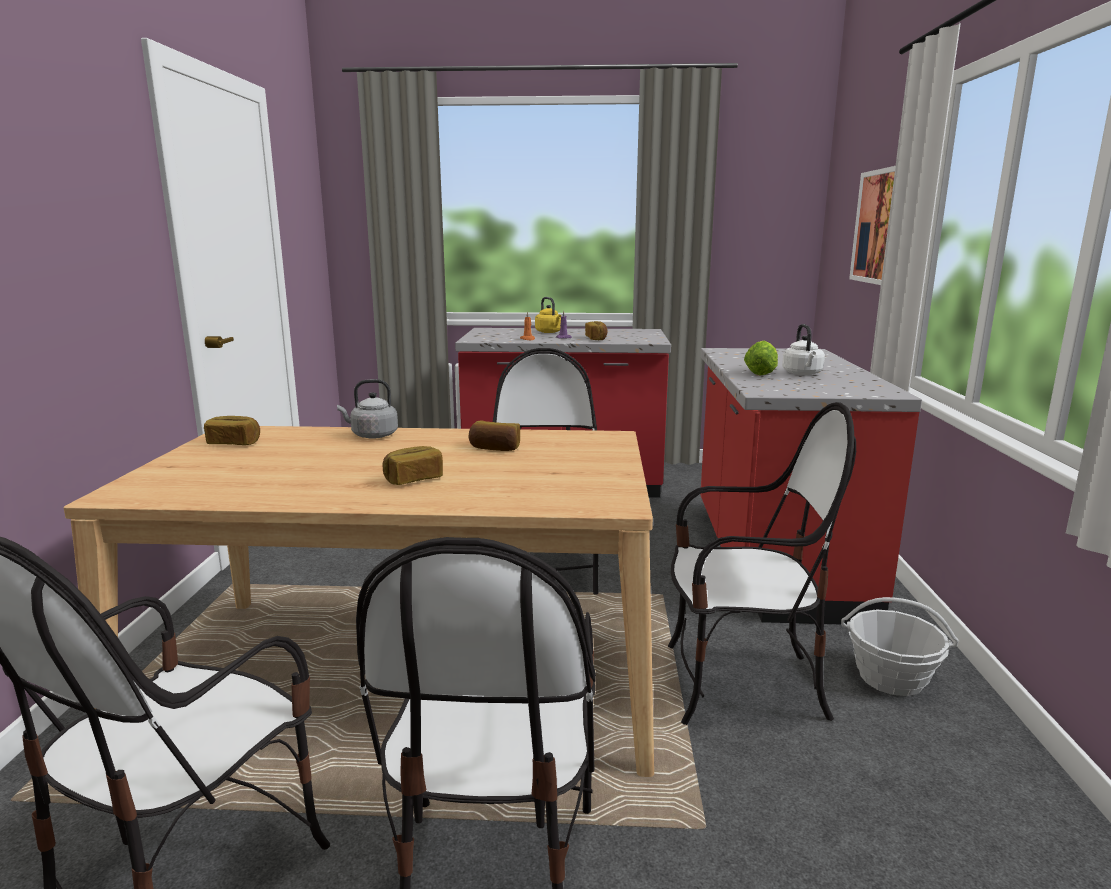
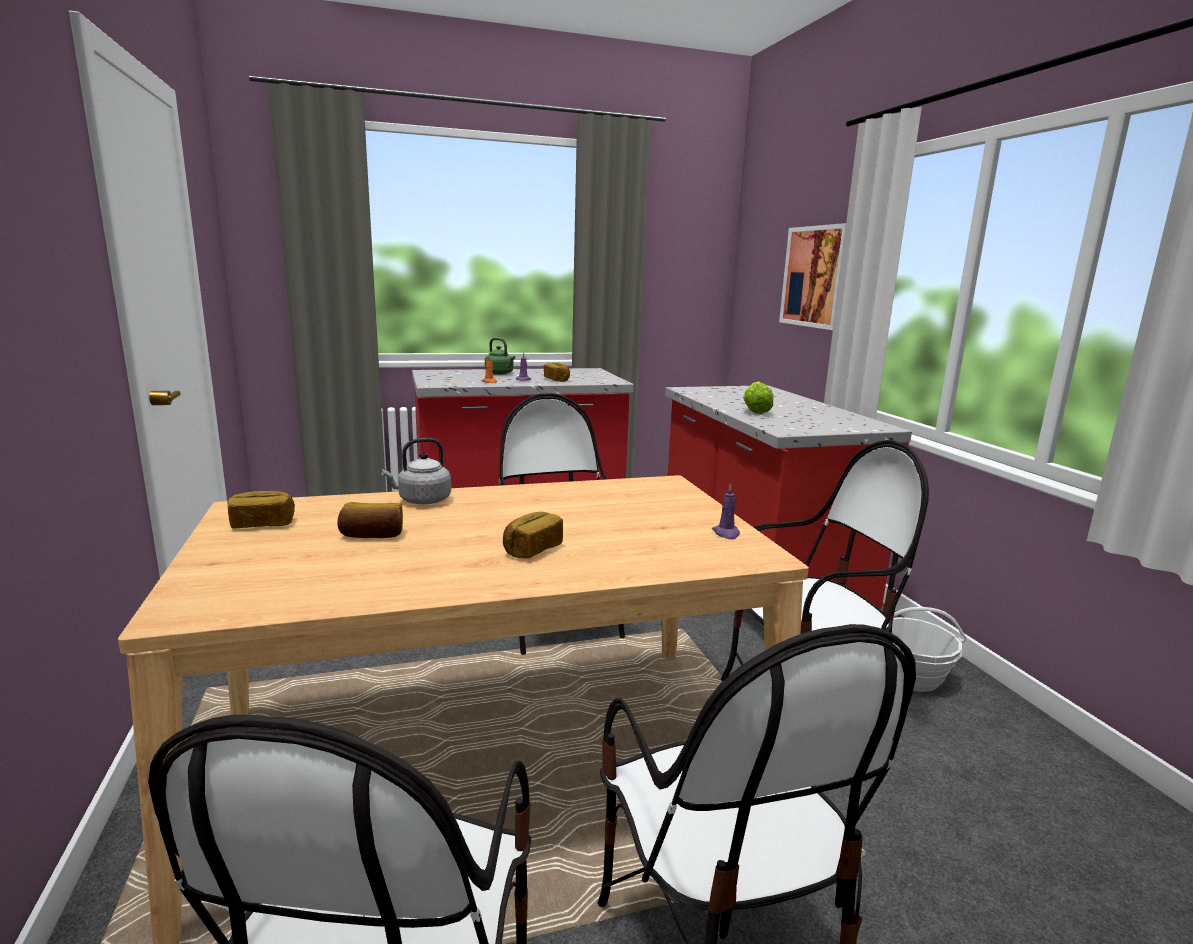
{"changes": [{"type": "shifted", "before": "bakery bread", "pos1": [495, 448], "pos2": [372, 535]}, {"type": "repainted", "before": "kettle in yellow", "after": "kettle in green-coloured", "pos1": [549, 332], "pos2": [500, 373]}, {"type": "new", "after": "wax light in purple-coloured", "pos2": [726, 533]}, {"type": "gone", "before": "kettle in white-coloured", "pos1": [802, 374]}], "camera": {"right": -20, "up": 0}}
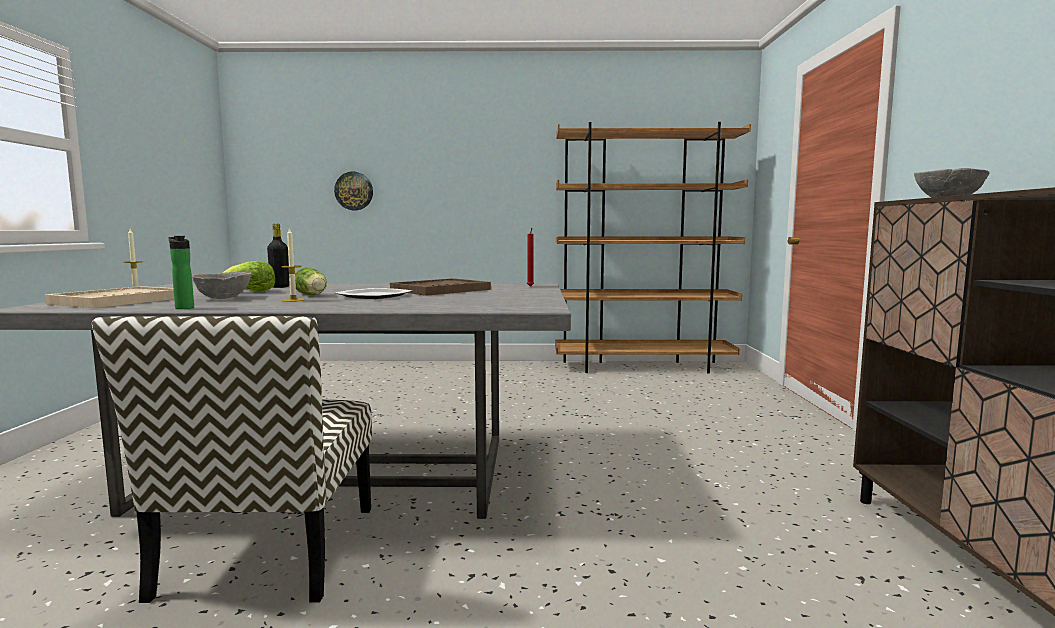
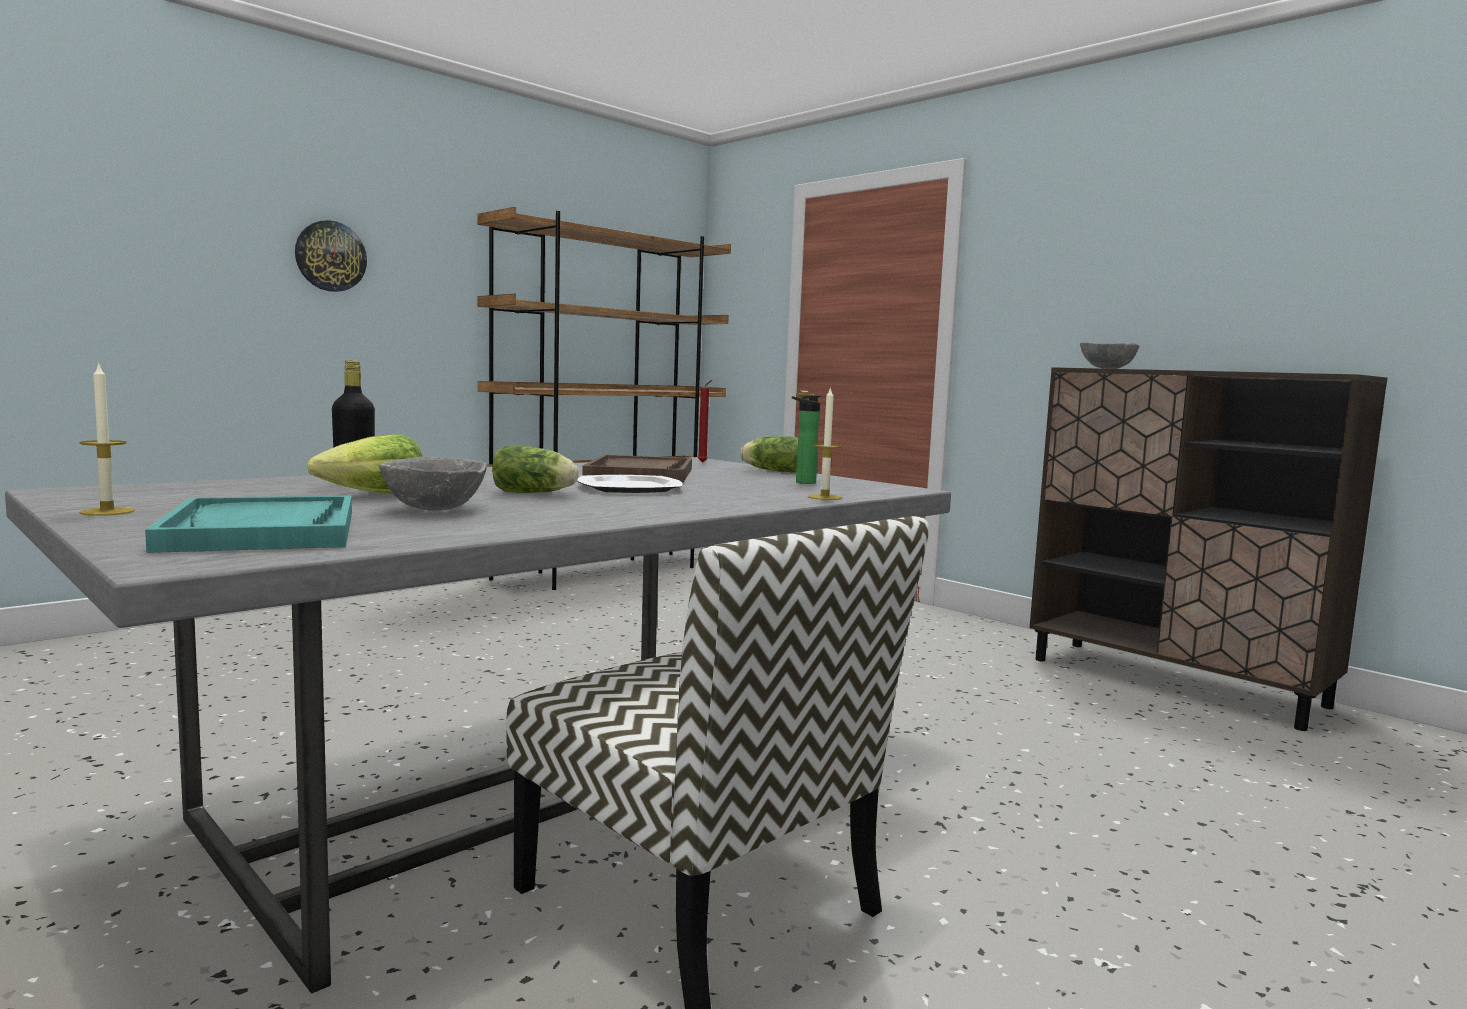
{"changes": [{"type": "repainted", "before": "serving tray in beige", "after": "serving tray in turquoise", "pos1": [119, 300], "pos2": [263, 530]}, {"type": "shifted", "before": "wall clock", "pos1": [354, 191], "pos2": [330, 256]}, {"type": "new", "after": "lettuce head", "pos2": [771, 471]}, {"type": "shifted", "before": "beverage bottle", "pos1": [183, 308], "pos2": [802, 482]}, {"type": "shifted", "before": "wax light", "pos1": [293, 300], "pos2": [824, 497]}], "camera": {"right": -45, "up": 0}}
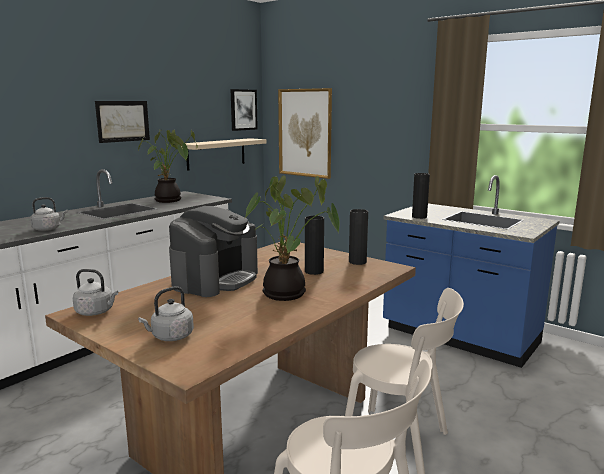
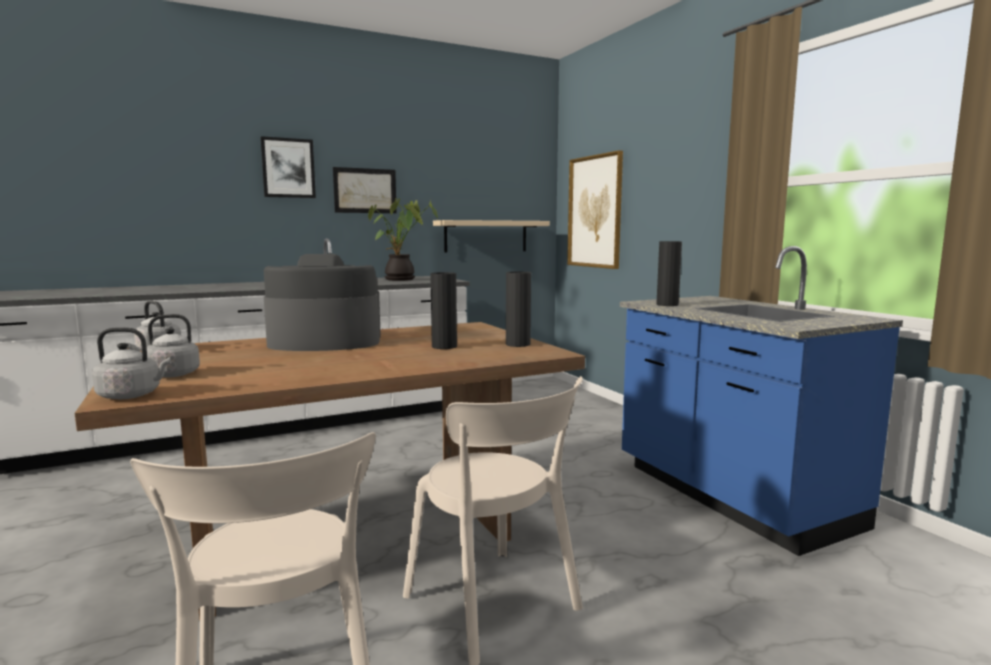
{"changes": [{"type": "shifted", "before": "kettle in grey", "pos1": [48, 229], "pos2": [132, 395]}, {"type": "shifted", "before": "picture", "pos1": [243, 109], "pos2": [288, 168]}, {"type": "rotated", "before": "coffee maker", "pos1": [216, 279], "pos2": [325, 342], "turn": -150}, {"type": "gone", "before": "houseplant", "pos1": [288, 294]}], "camera": {"right": 25, "up": -5}}
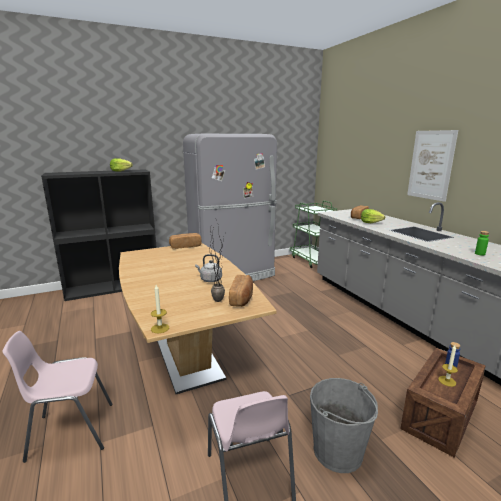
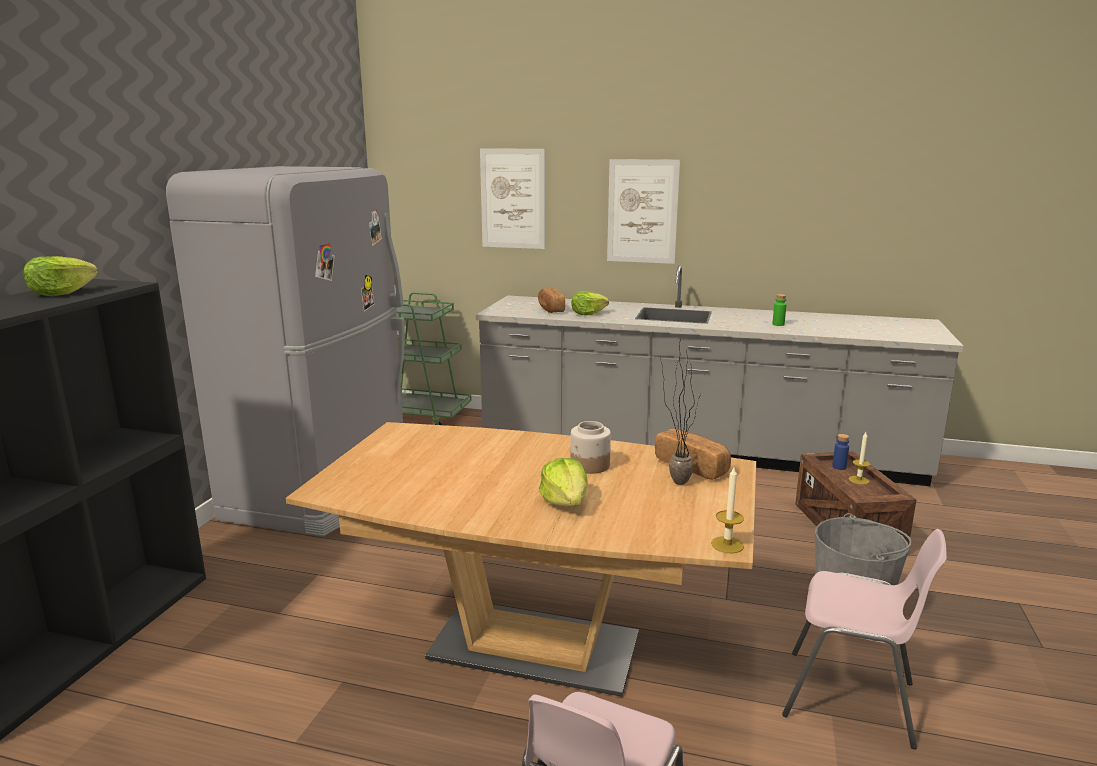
{"changes": [{"type": "new", "after": "picture", "pos2": [513, 199]}, {"type": "new", "after": "lettuce head", "pos2": [565, 502]}, {"type": "swapped", "before": "kettle in grey", "after": "jar", "pos1": [210, 280], "pos2": [590, 465]}, {"type": "gone", "before": "bakery bread", "pos1": [185, 246]}], "camera": {"right": -50, "up": 0}}
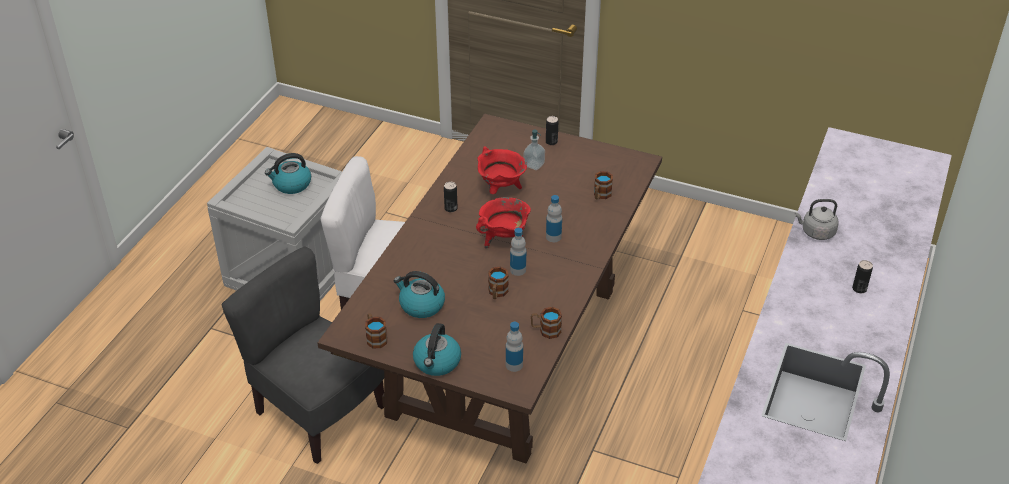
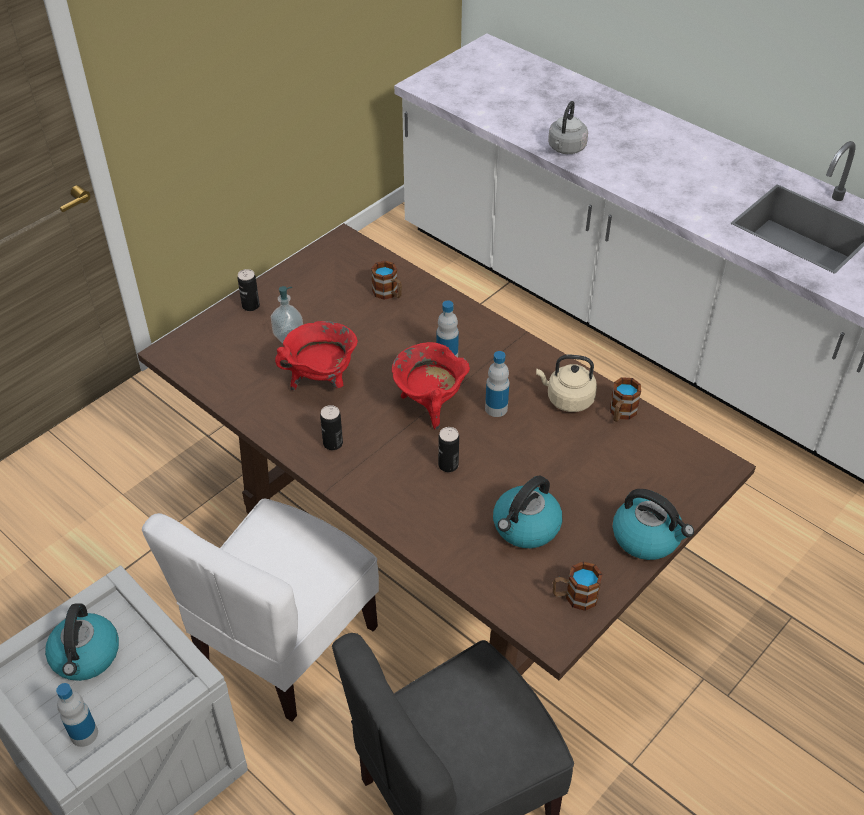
{"changes": [{"type": "shifted", "before": "beverage bottle", "pos1": [514, 365], "pos2": [84, 734]}, {"type": "shifted", "before": "can", "pos1": [859, 289], "pos2": [448, 465]}, {"type": "new", "after": "kettle in beige", "pos2": [567, 399]}, {"type": "gone", "before": "tea mug", "pos1": [497, 293]}], "camera": {"right": -70, "up": 5}}
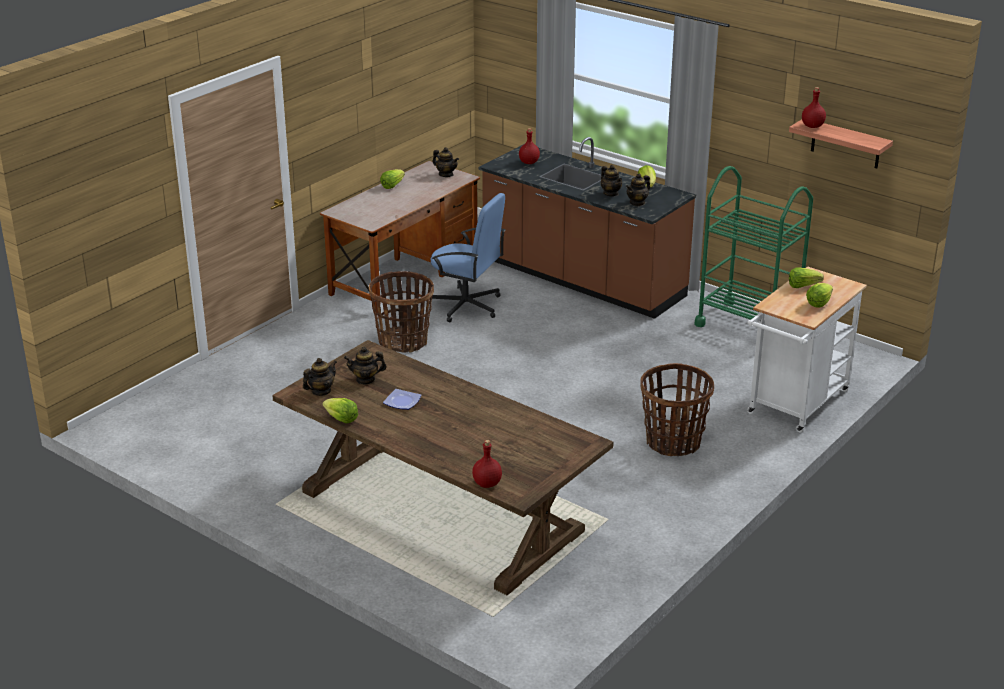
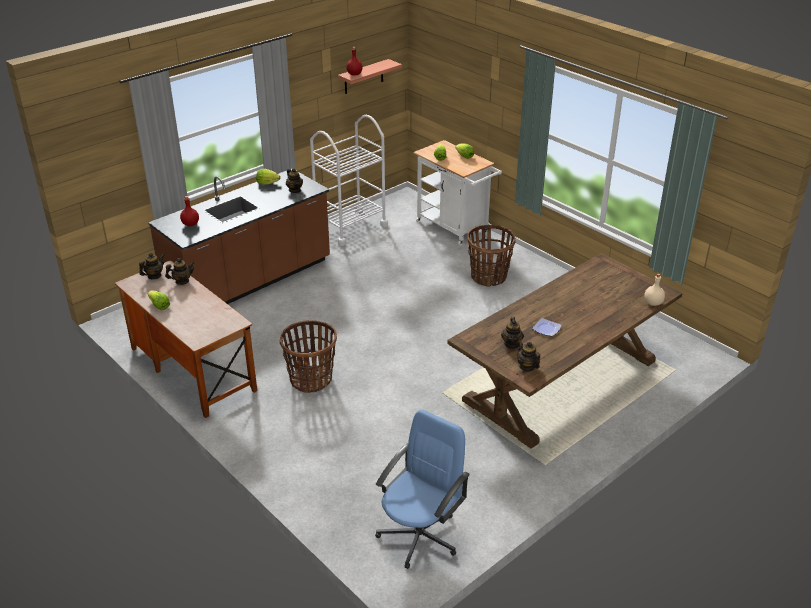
{"changes": [{"type": "shifted", "before": "teapot", "pos1": [611, 193], "pos2": [182, 281]}, {"type": "repainted", "before": "wheeled cart in green-coloured", "after": "wheeled cart in white-coloured", "pos1": [748, 325], "pos2": [350, 227]}, {"type": "shifted", "before": "office chair in blue", "pos1": [466, 306], "pos2": [420, 535]}, {"type": "repainted", "before": "beverage bottle in reddish", "after": "beverage bottle in beige", "pos1": [487, 484], "pos2": [653, 303]}, {"type": "gone", "before": "lettuce head", "pos1": [341, 419]}], "camera": {"right": -80, "up": 5}}
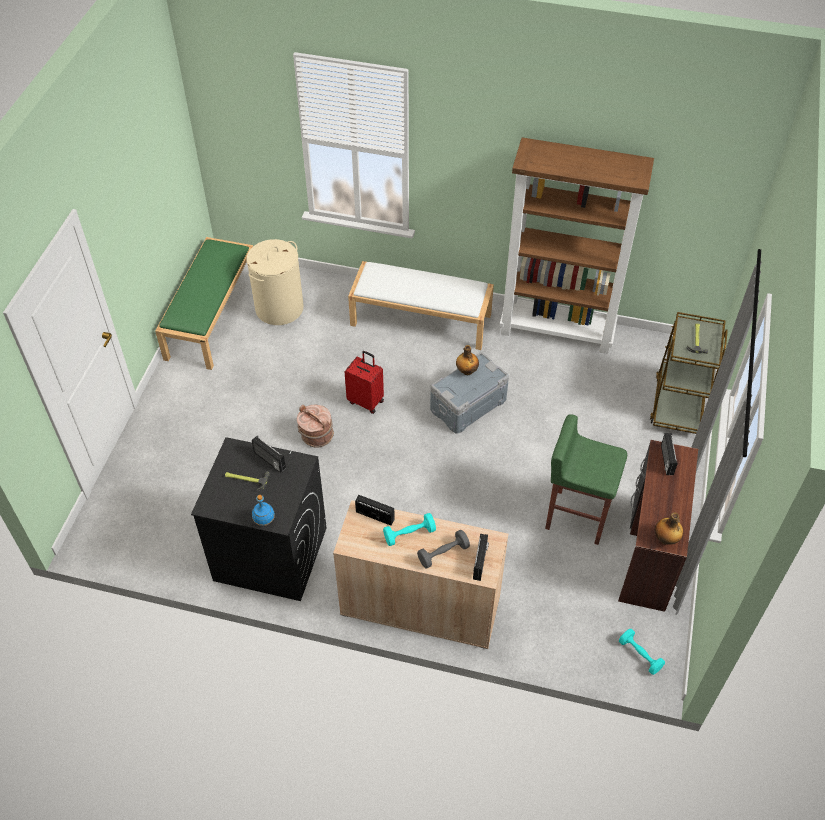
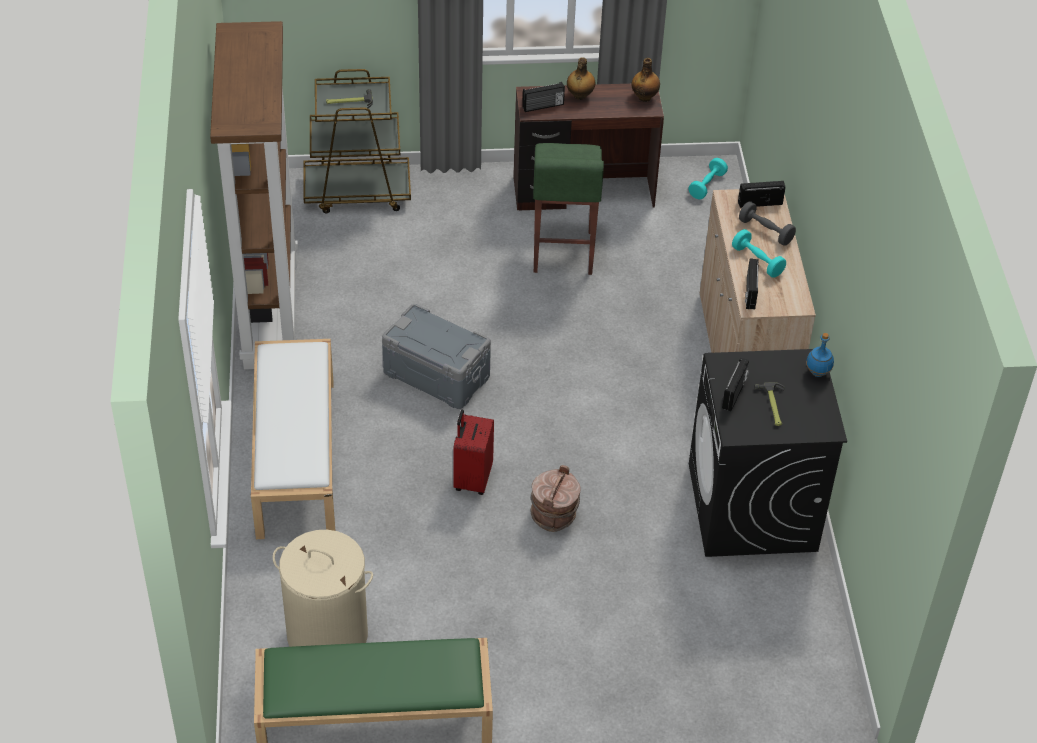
{"changes": [{"type": "shifted", "before": "beverage bottle", "pos1": [467, 371], "pos2": [579, 96]}], "camera": {"right": -110, "up": -5}}
